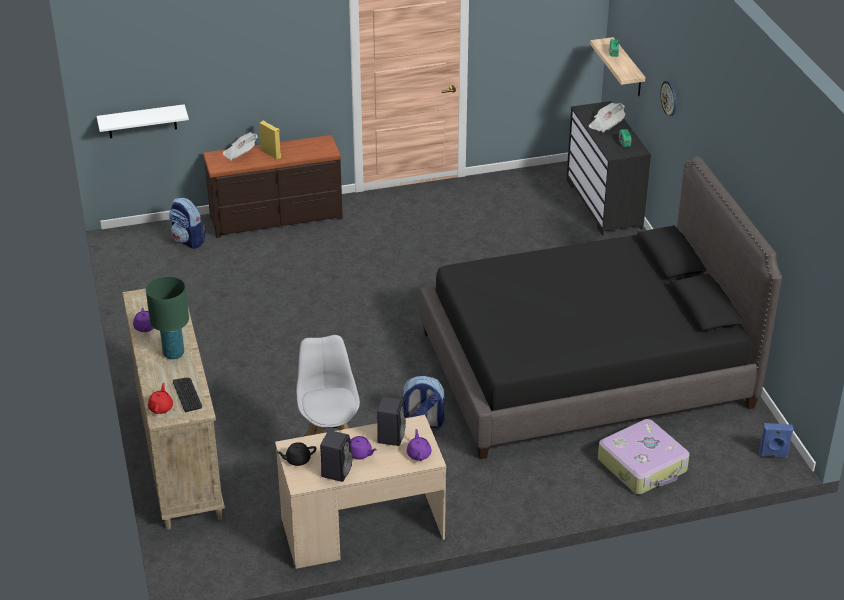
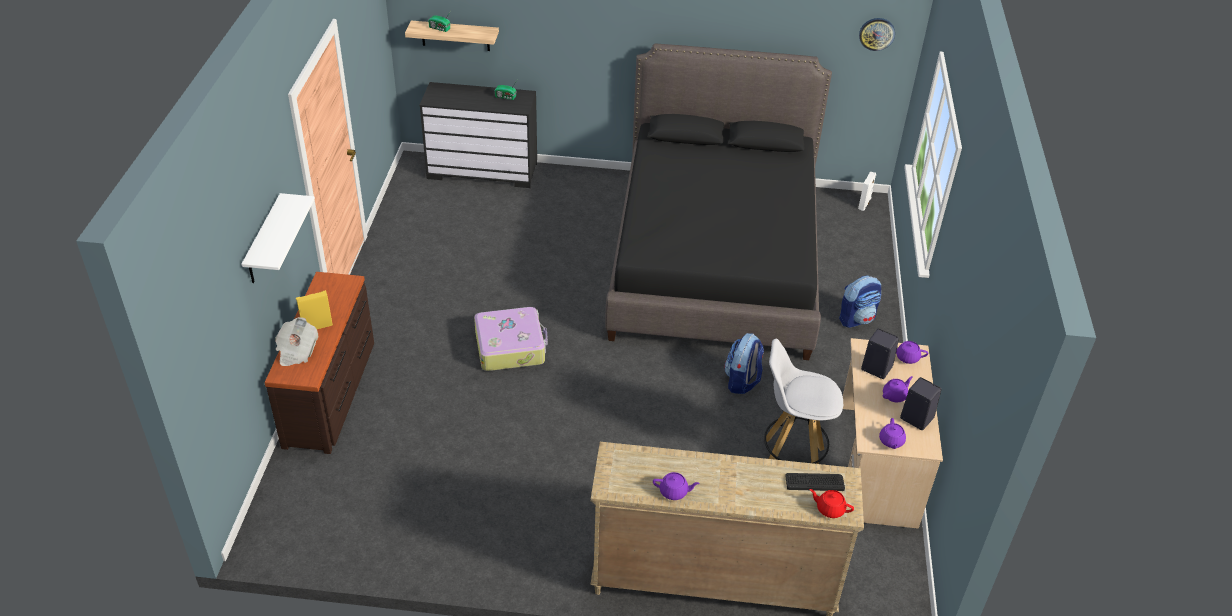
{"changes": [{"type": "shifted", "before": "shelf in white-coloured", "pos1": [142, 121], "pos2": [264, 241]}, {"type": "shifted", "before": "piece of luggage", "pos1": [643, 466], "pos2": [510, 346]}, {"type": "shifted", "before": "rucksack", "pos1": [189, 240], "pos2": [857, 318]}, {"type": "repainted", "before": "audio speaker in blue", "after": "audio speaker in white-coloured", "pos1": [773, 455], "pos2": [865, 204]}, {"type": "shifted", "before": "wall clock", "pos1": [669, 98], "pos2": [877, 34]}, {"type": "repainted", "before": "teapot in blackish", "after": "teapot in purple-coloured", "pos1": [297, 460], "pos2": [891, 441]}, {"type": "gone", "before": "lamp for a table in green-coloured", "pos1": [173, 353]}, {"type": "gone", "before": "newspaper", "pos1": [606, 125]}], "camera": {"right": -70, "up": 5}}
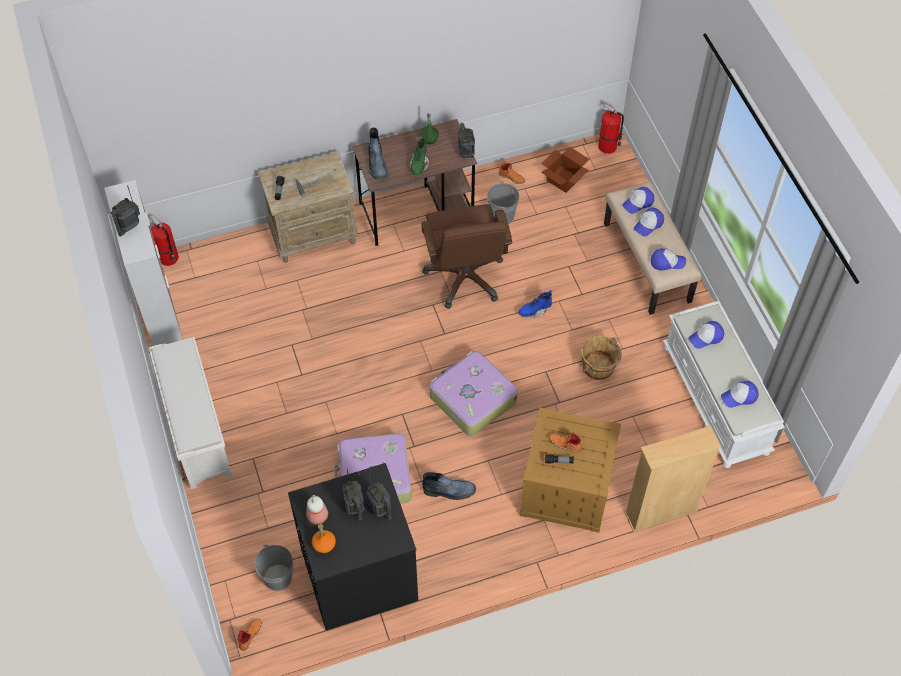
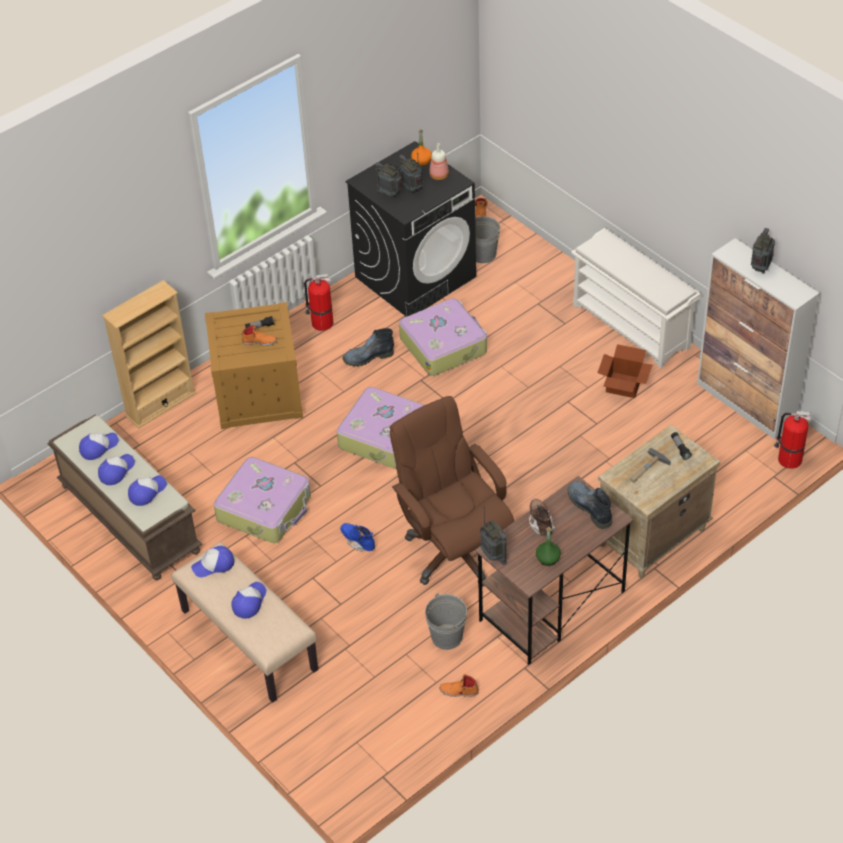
{"changes": [{"type": "repainted", "before": "indoor bench in white-coloured", "after": "indoor bench in brown-coloured", "pos1": [716, 400], "pos2": [128, 518]}, {"type": "shifted", "before": "cap", "pos1": [638, 203], "pos2": [116, 471]}, {"type": "swapped", "before": "water bucket in brown-coloured", "after": "piece of luggage", "pos1": [598, 367], "pos2": [265, 508]}, {"type": "shifted", "before": "fire extinguisher", "pos1": [608, 146], "pos2": [321, 323]}, {"type": "rotated", "before": "high-top boot in blue", "pos1": [535, 311], "pos2": [358, 541], "turn": -90}, {"type": "repainted", "before": "high-top boot in green-coloured", "after": "high-top boot in brown-coloured", "pos1": [419, 165], "pos2": [541, 523]}, {"type": "shifted", "before": "cardboard box", "pos1": [564, 179], "pos2": [622, 385]}], "camera": {"right": 160, "up": -10}}
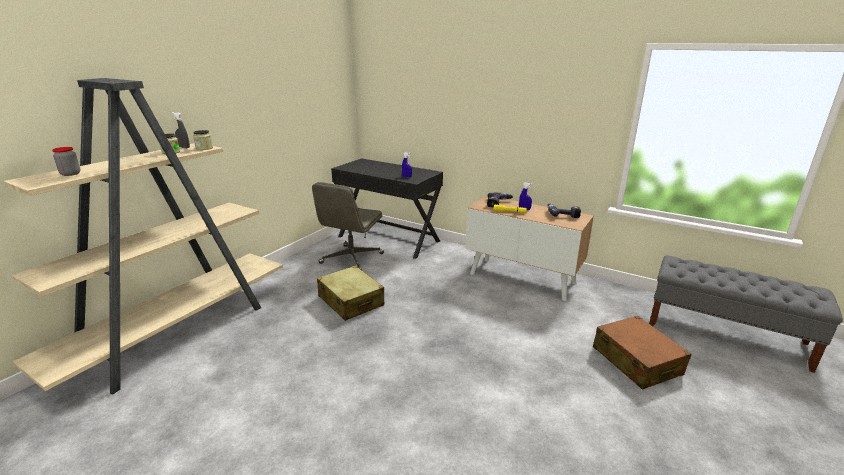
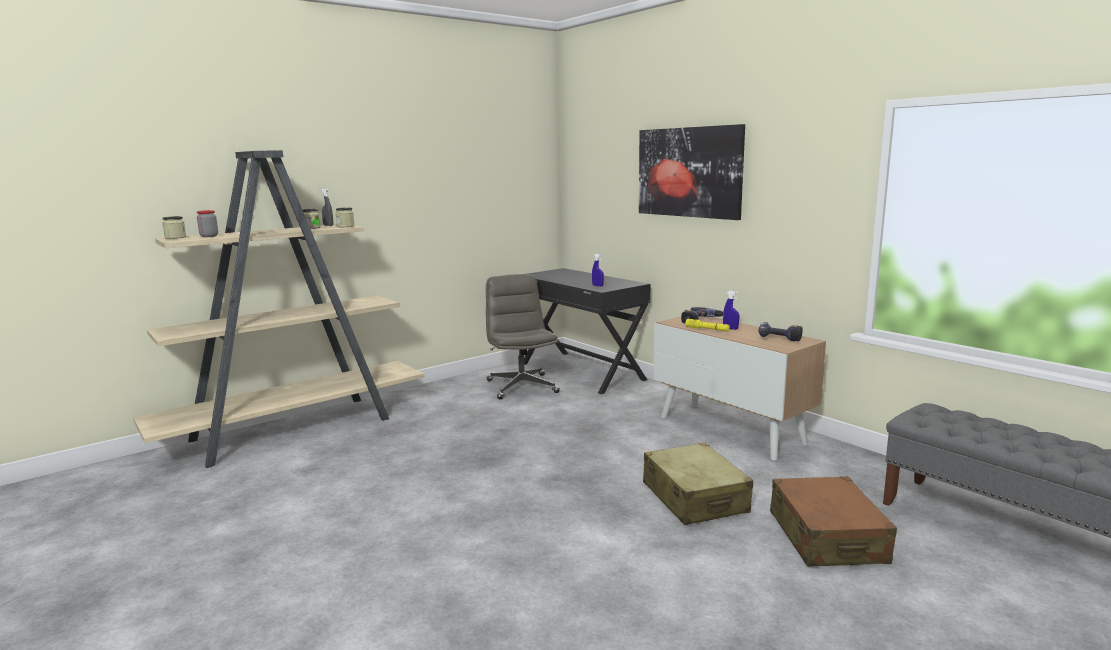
{"changes": [{"type": "new", "after": "jar", "pos2": [175, 237]}, {"type": "rotated", "before": "office chair in grey", "pos1": [351, 259], "pos2": [521, 386], "turn": 120}, {"type": "new", "after": "picture", "pos2": [689, 172]}, {"type": "shifted", "before": "piece of luggage in beige", "pos1": [351, 301], "pos2": [694, 498]}], "camera": {"right": 20, "up": -10}}
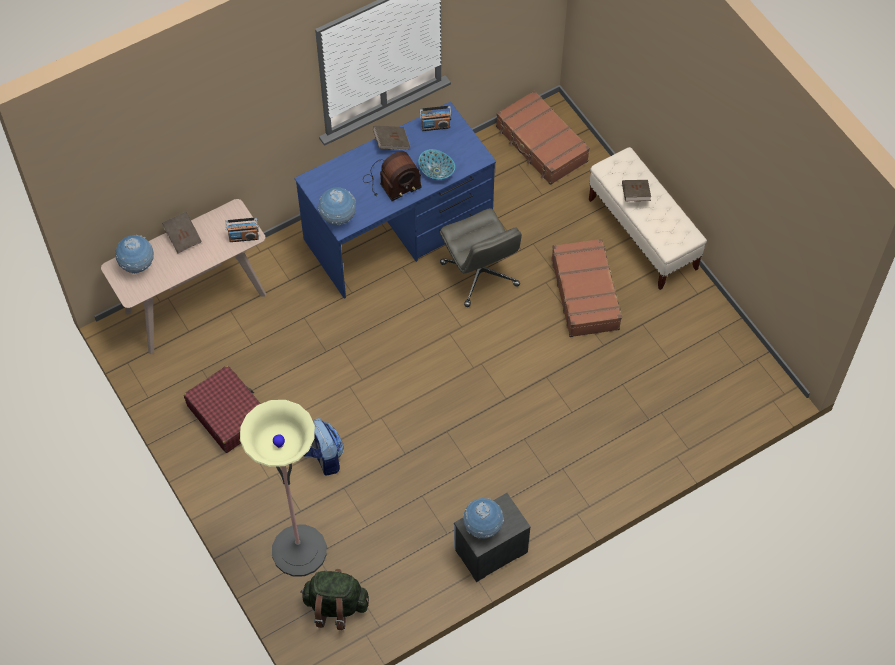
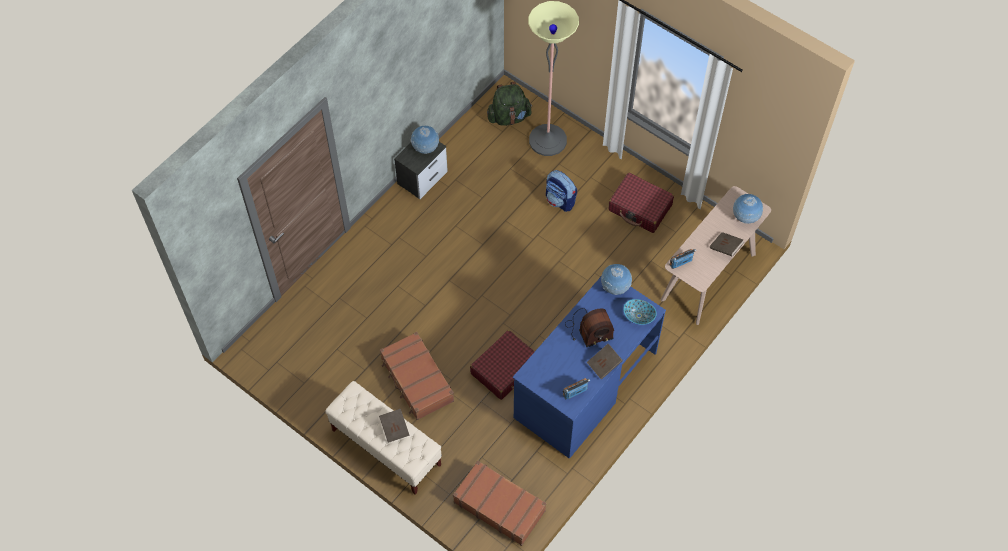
{"changes": [{"type": "swapped", "before": "office chair in grey", "after": "piece of luggage in reddish", "pos1": [480, 275], "pos2": [505, 369]}, {"type": "rotated", "before": "radio", "pos1": [391, 182], "pos2": [588, 330], "turn": -150}, {"type": "shifted", "before": "bowl", "pos1": [436, 171], "pos2": [639, 315]}], "camera": {"right": 160, "up": 0}}
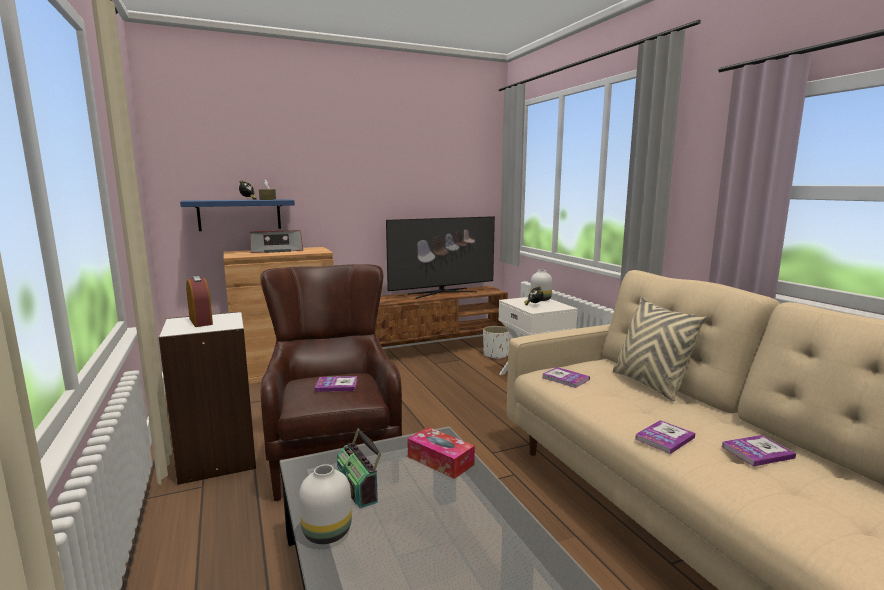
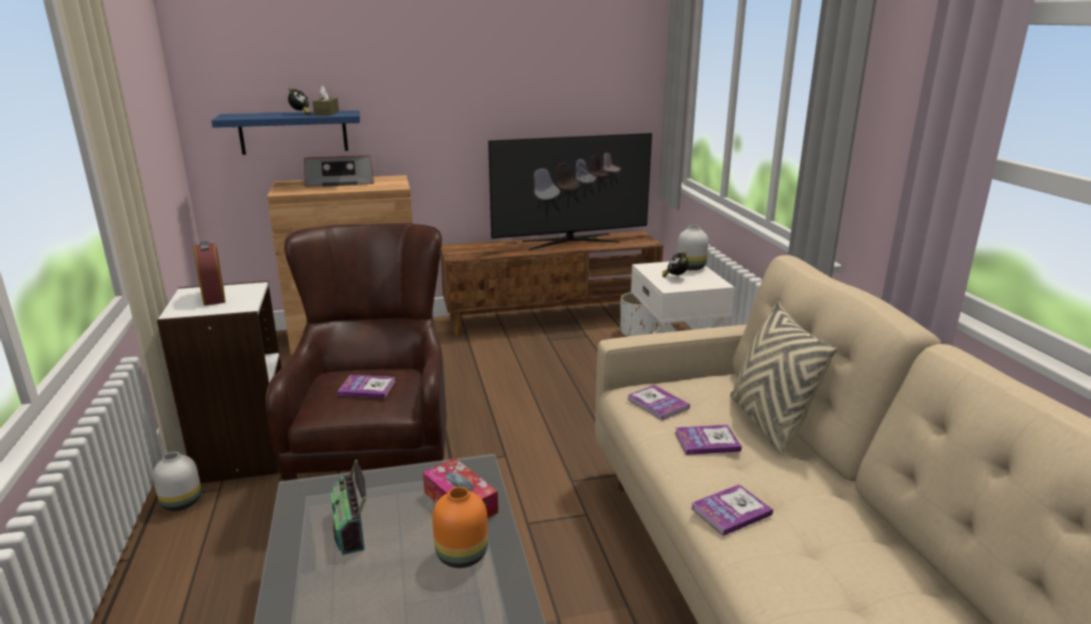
{"changes": [{"type": "shifted", "before": "decorative vase in white-coloured", "pos1": [328, 533], "pos2": [182, 503]}, {"type": "new", "after": "decorative vase in orangey", "pos2": [460, 554]}, {"type": "shifted", "before": "book", "pos1": [757, 452], "pos2": [707, 441]}], "camera": {"right": 10, "up": 10}}
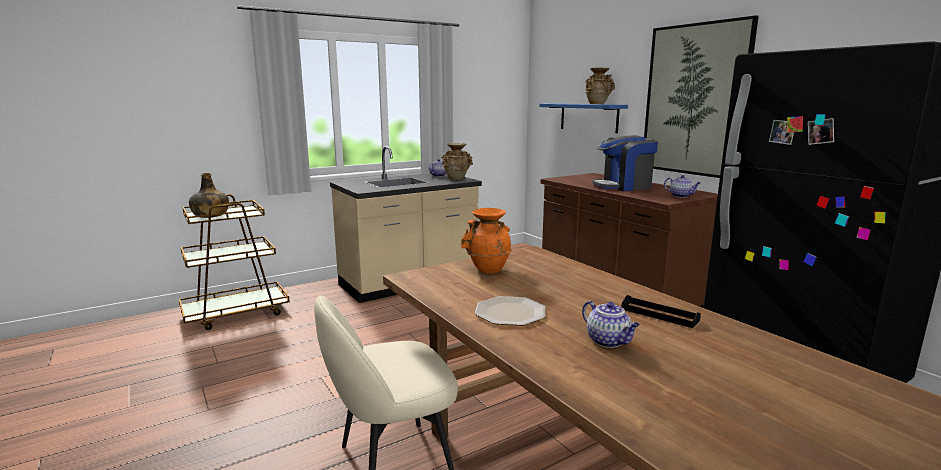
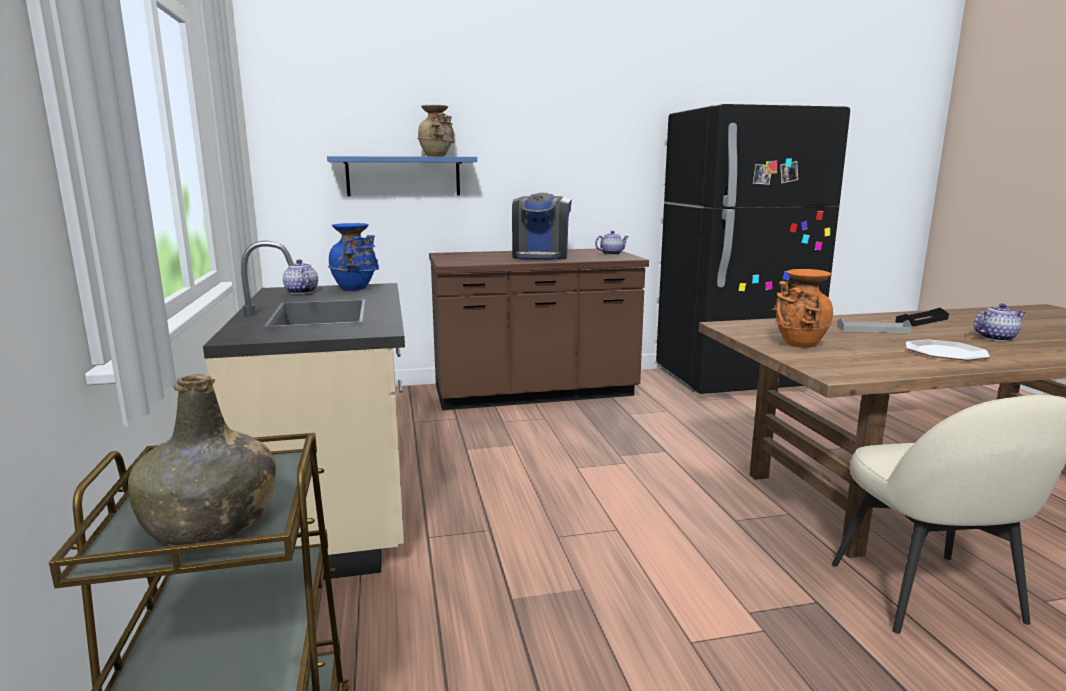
{"changes": [{"type": "repainted", "before": "decorative vase in beige", "after": "decorative vase in blue", "pos1": [456, 179], "pos2": [356, 288]}, {"type": "new", "after": "serving tray in grey", "pos2": [873, 329]}, {"type": "gone", "before": "picture", "pos1": [694, 100]}], "camera": {"right": -70, "up": 0}}
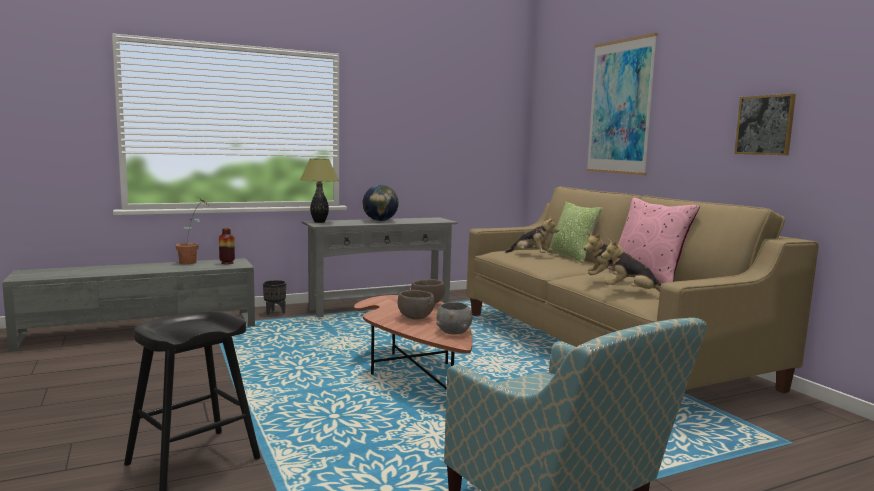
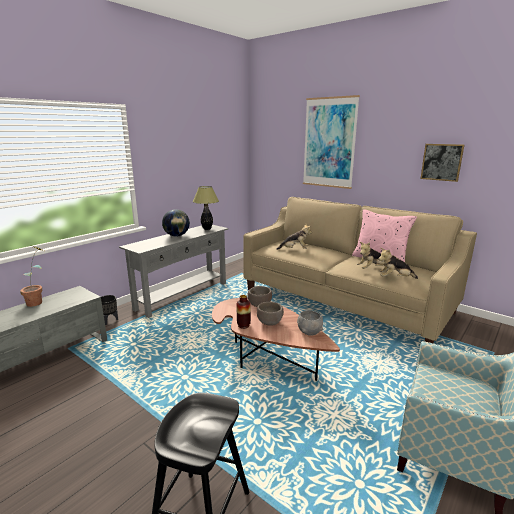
{"changes": [{"type": "shifted", "before": "lamp for a table", "pos1": [319, 222], "pos2": [207, 229]}, {"type": "shifted", "before": "decorative vase", "pos1": [227, 263], "pos2": [243, 325]}, {"type": "gone", "before": "cushion", "pos1": [571, 257]}], "camera": {"right": -25, "up": 10}}
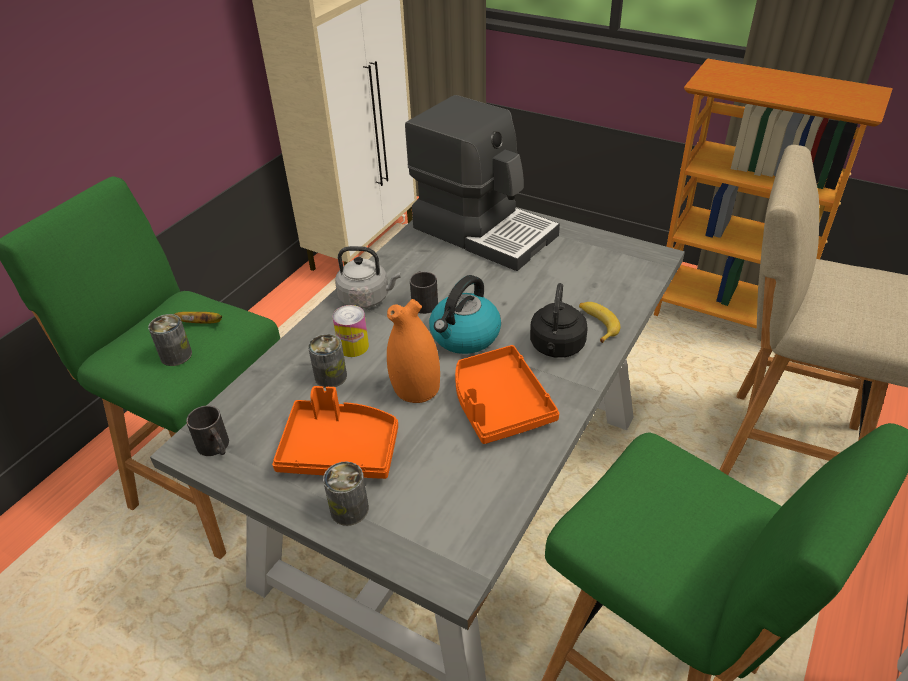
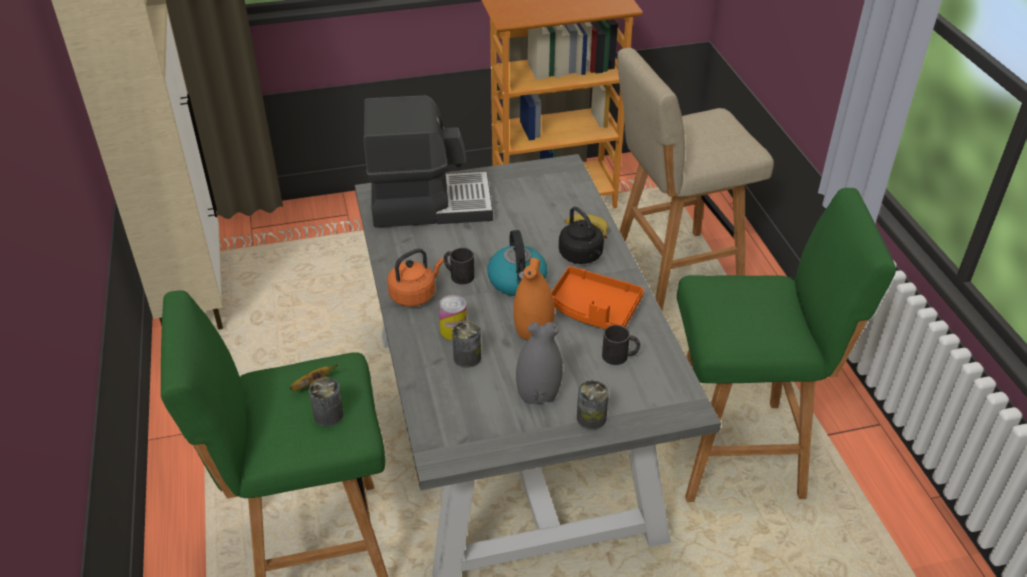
{"changes": [{"type": "repainted", "before": "kettle in grey", "after": "kettle in orangey", "pos1": [367, 298], "pos2": [415, 295]}, {"type": "swapped", "before": "serving tray in orangey", "after": "decorative vase in grey", "pos1": [340, 450], "pos2": [538, 393]}, {"type": "shifted", "before": "tea mug in blackish", "pos1": [216, 447], "pos2": [620, 356]}], "camera": {"right": -45, "up": 0}}
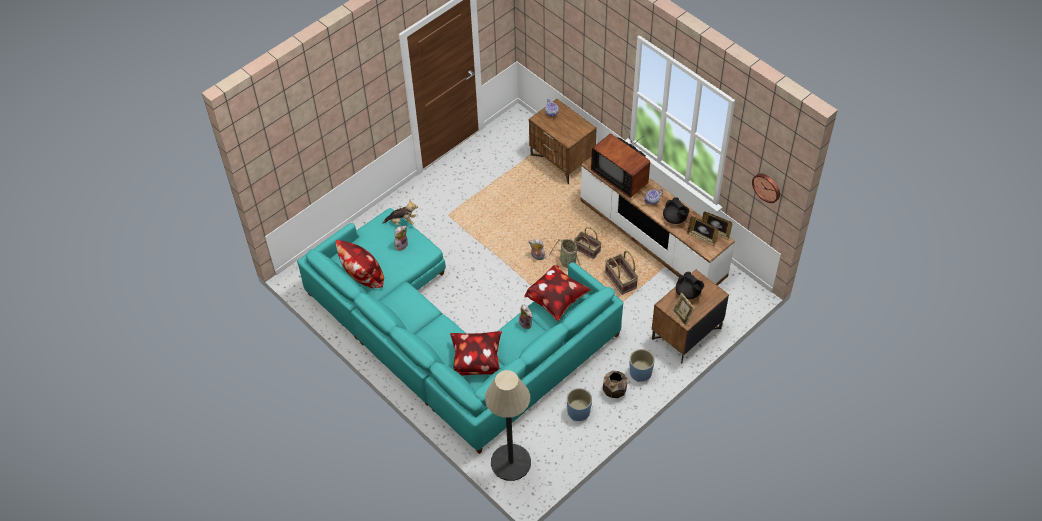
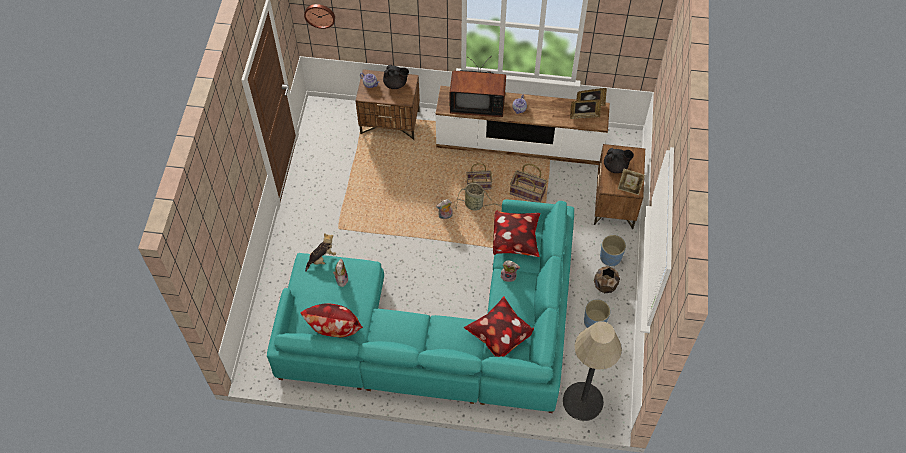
{"changes": [{"type": "shifted", "before": "wall clock", "pos1": [767, 187], "pos2": [320, 15]}, {"type": "shifted", "before": "teapot in blackish", "pos1": [675, 218], "pos2": [396, 84]}], "camera": {"right": -40, "up": 5}}
